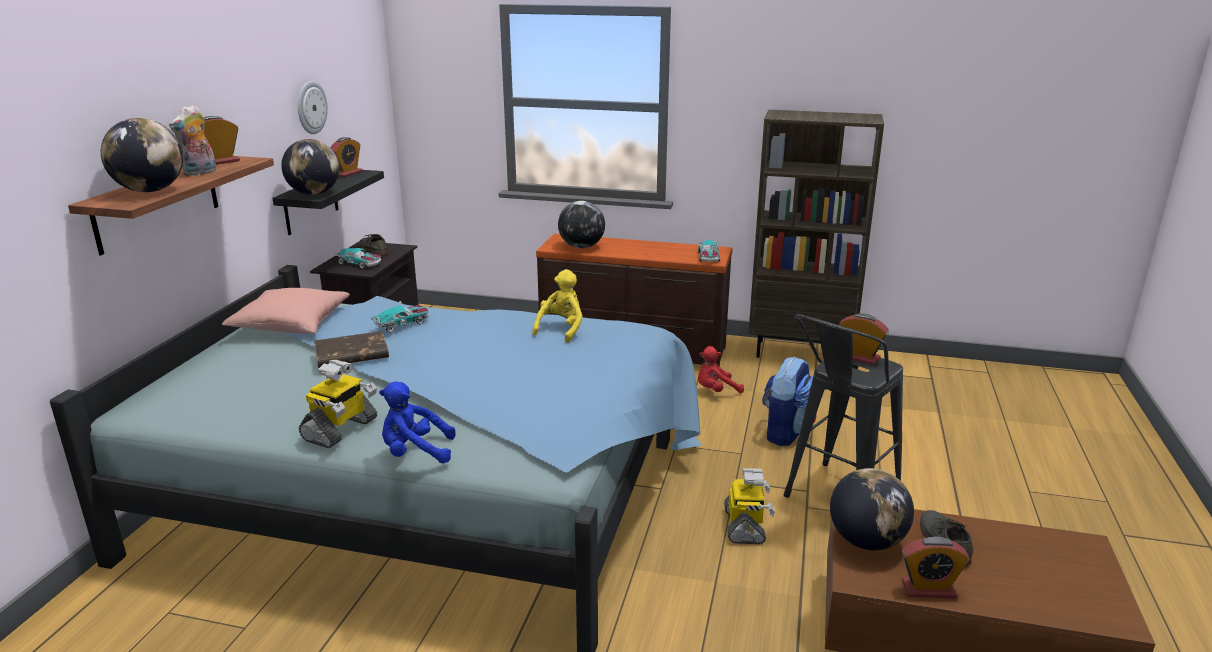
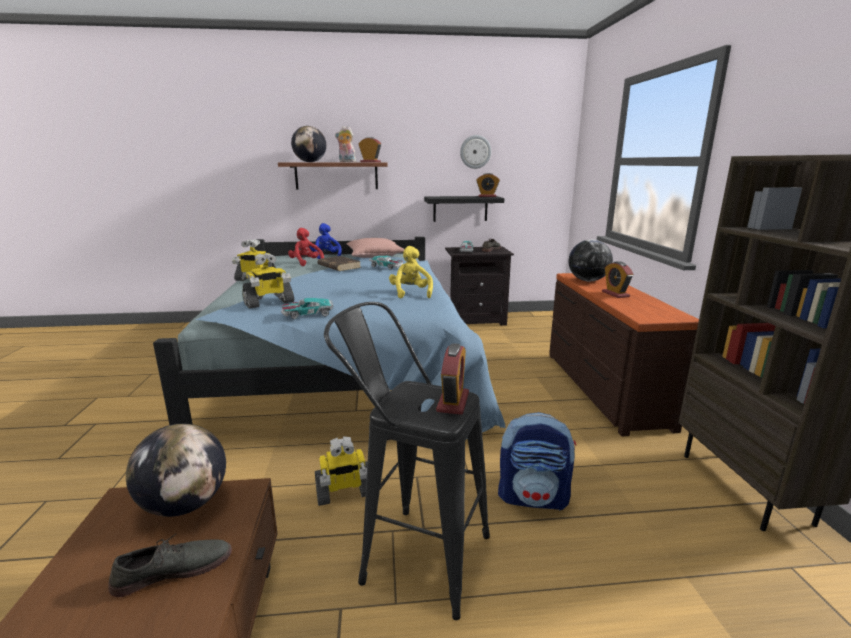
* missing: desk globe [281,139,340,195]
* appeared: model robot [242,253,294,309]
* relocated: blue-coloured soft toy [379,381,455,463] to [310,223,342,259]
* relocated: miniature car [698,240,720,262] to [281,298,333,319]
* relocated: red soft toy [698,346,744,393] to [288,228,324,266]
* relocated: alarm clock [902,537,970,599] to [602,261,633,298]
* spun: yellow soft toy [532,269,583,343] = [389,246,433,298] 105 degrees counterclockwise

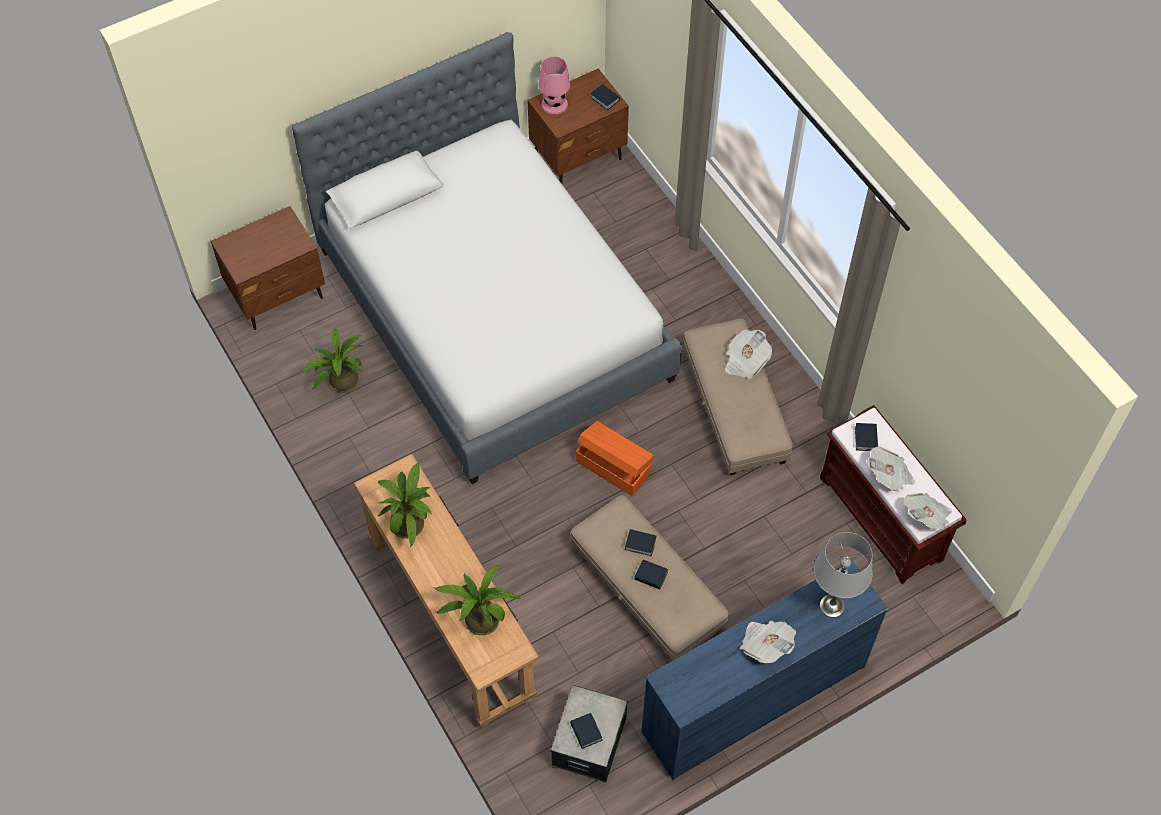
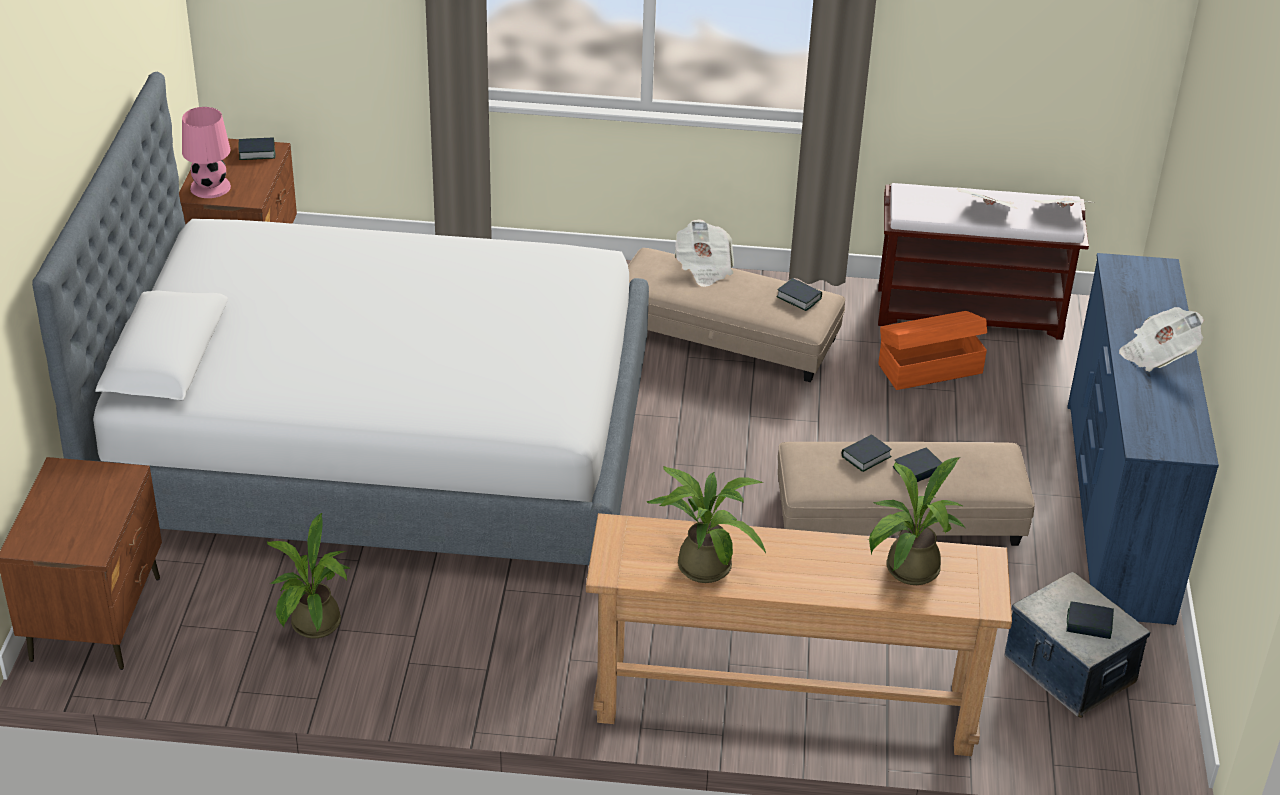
* missing: greyish lamp for a table [814,532,872,617]
* relocated: orange storage container [576,421,654,496] to [878,311,987,390]
* relocated: book [855,423,878,451] to [777,278,822,311]

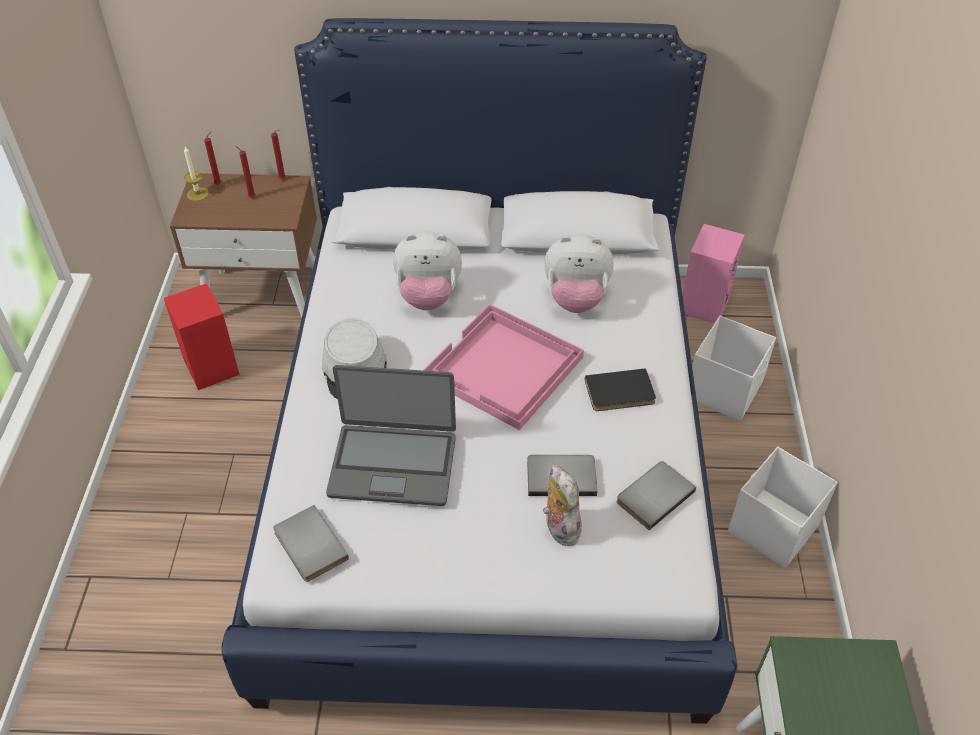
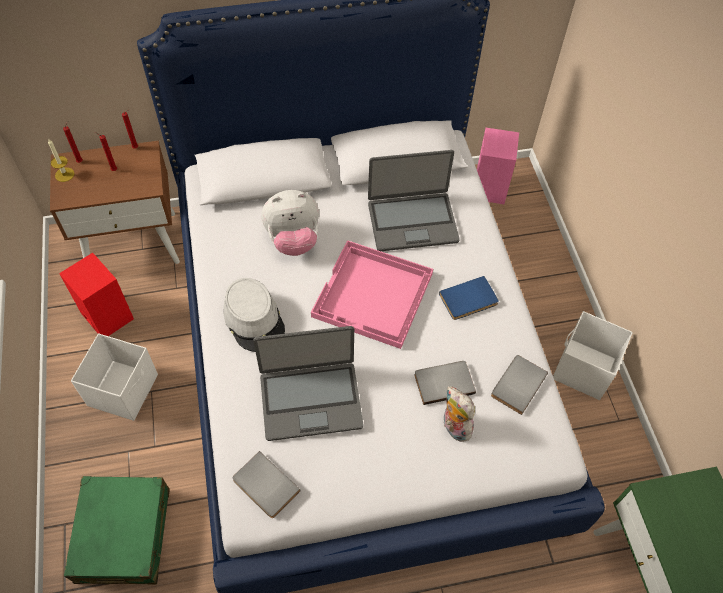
* appeared: greenish travel case [64,476,170,585]
* relocated: whitish storage container [692,316,776,421] to [71,333,158,421]
* exchanged: soft toy [544,234,613,313] to notebook computer [368,150,460,251]
* colour: black-coloured book [585,368,656,411] to blue-coloured book [439,276,499,320]

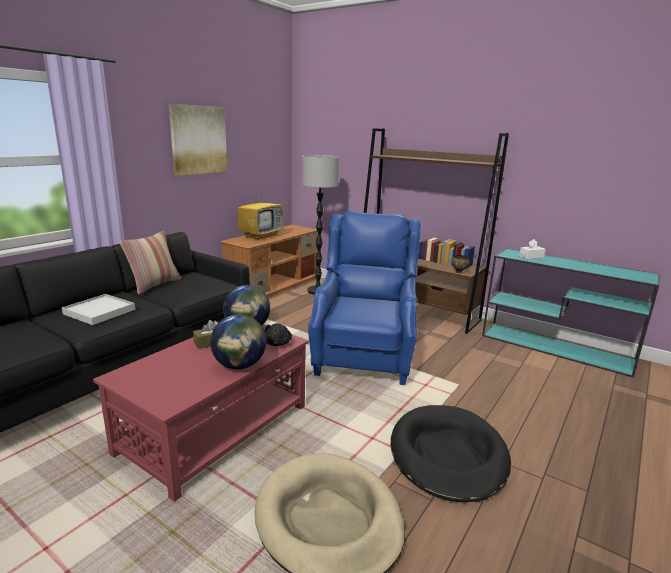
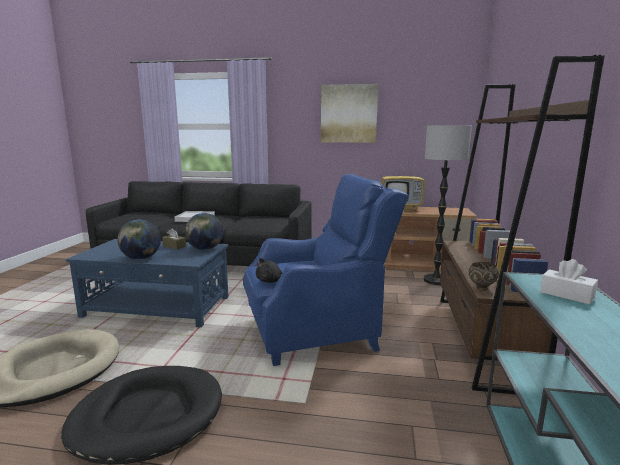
* missing: cushion [120,231,181,294]
* relocated: black-coloured soft toy [264,323,292,346] to [256,258,283,283]
* colour: red low table [93,324,309,502] to blue-coloured low table [66,239,228,327]

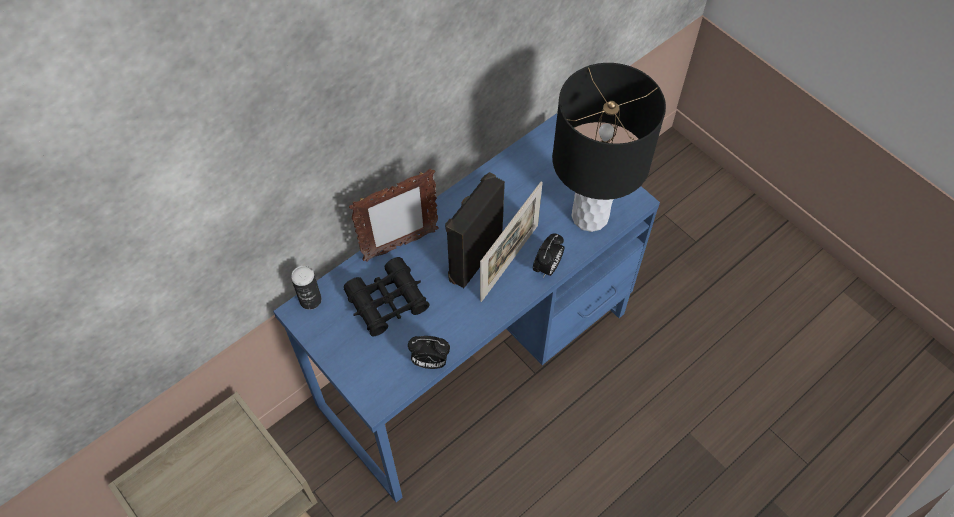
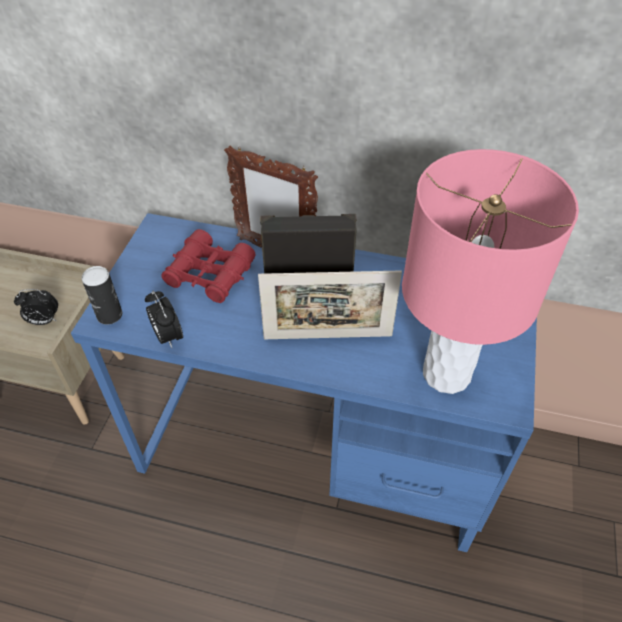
* relocated: metal can [291,266,322,310] to [81,266,122,325]
* relocated: alarm clock [533,234,564,278] to [14,289,58,325]
* colour: black-coloured binoculars [344,257,430,337] to red binoculars [161,229,255,303]
* colour: black-coloured lamp for a table [552,63,666,232] to pink lamp for a table [402,149,579,394]

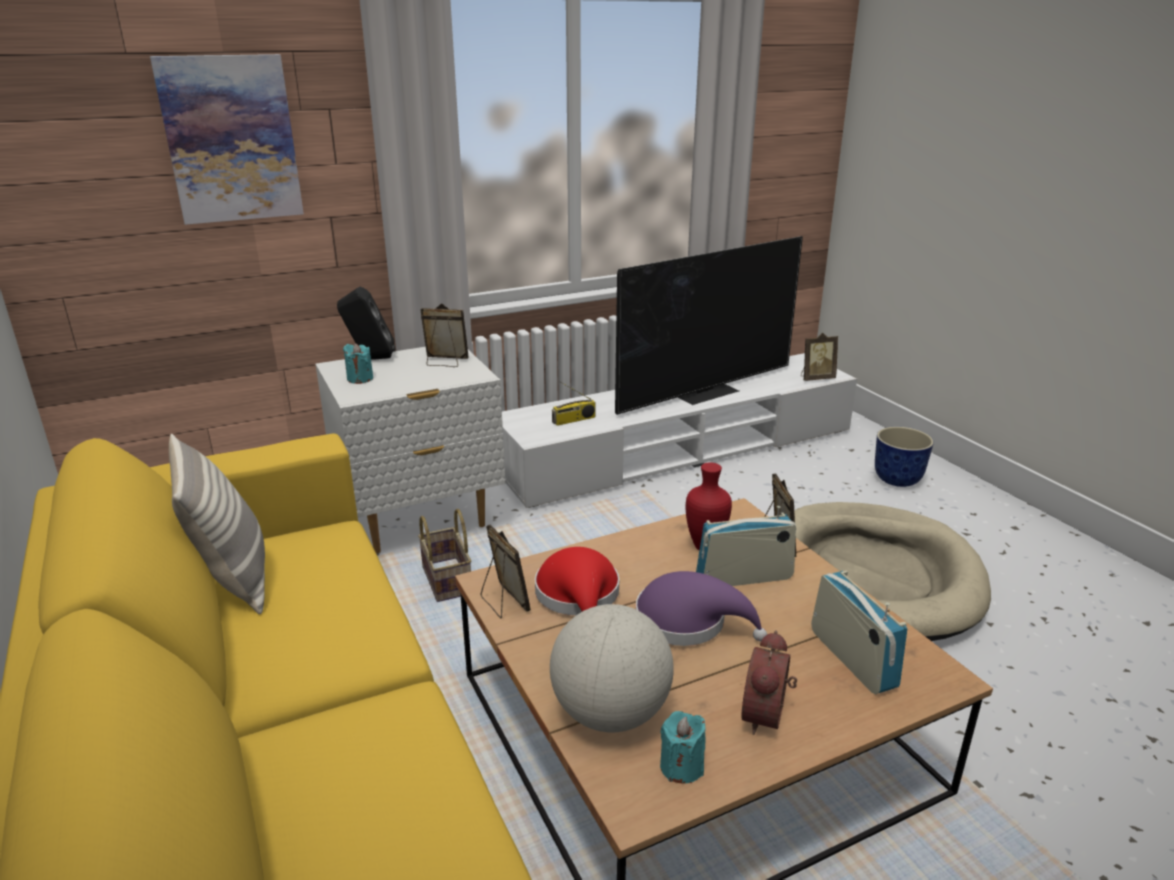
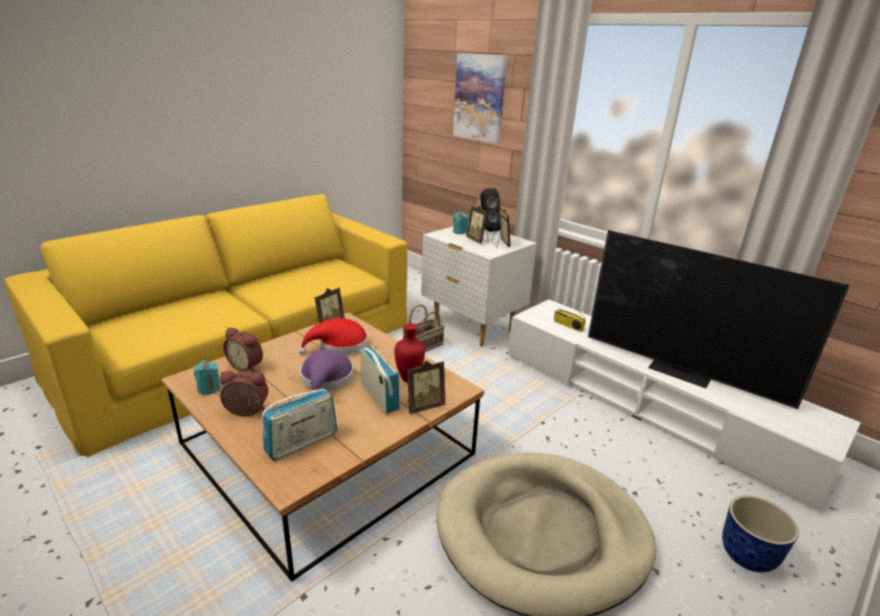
* missing: cushion [169,434,265,614]
* relocated: picture frame [801,333,838,381] to [466,205,489,244]
* exchanged: desk globe [550,604,674,732] to alarm clock [224,327,263,372]

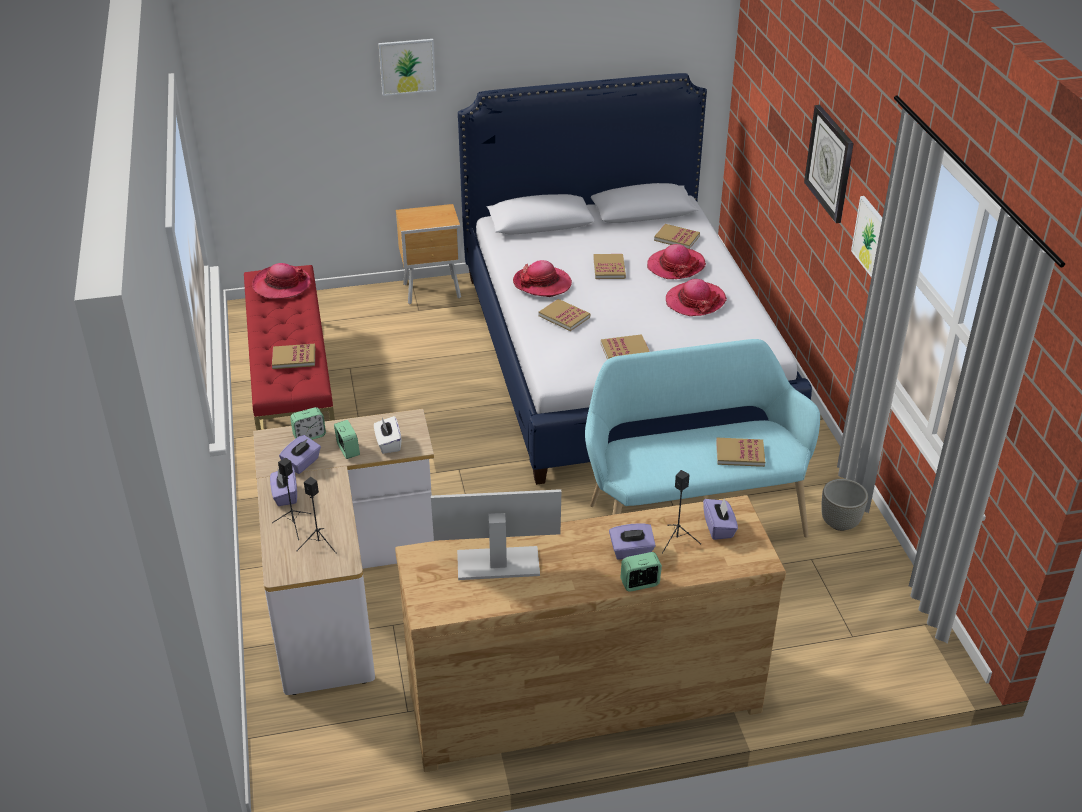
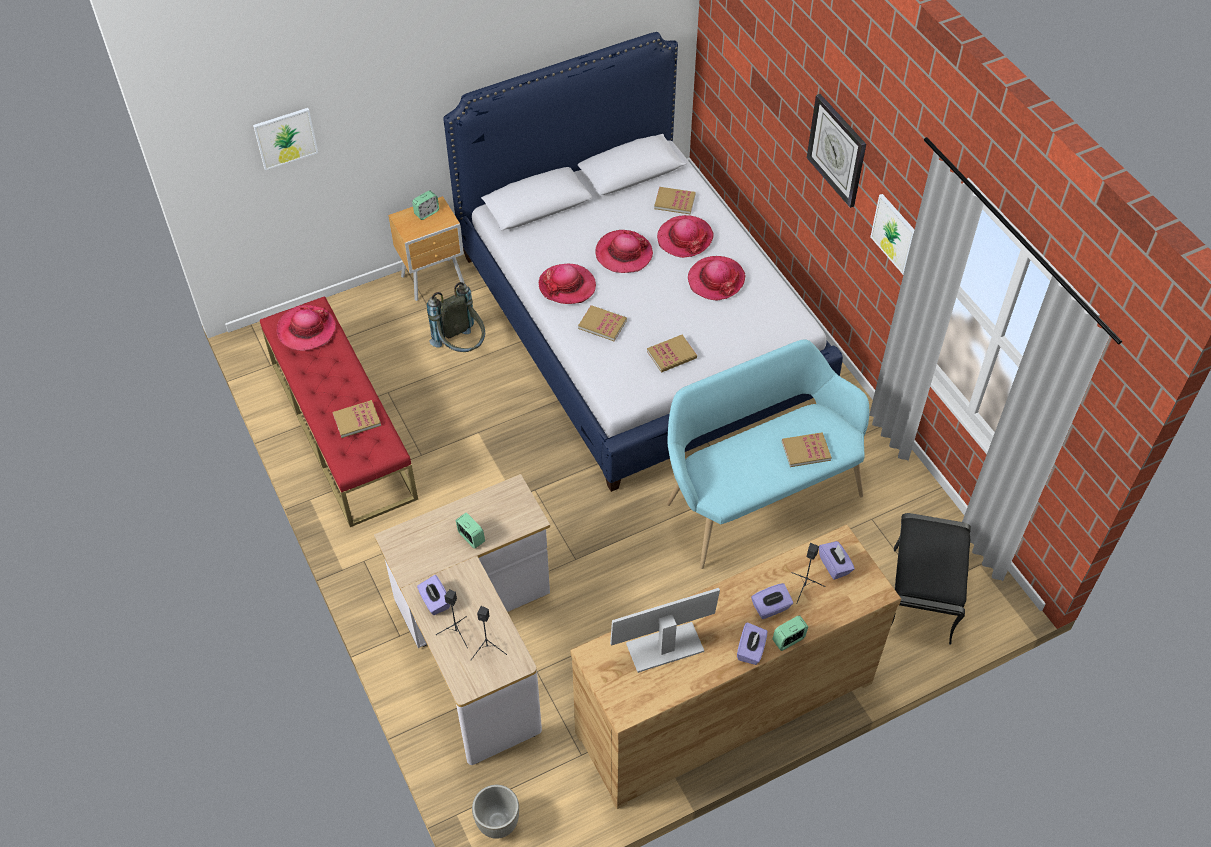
* missing: whitish tissue holder [374,416,401,454]
* appeared: greyish rucksack [427,282,485,352]
* appeared: black-coloured footrest [891,513,971,644]
* relocated: purplish tissue holder [279,435,321,474] to [737,622,768,665]
* relocated: alarm clock [290,407,326,440] to [412,190,439,220]
* relocated: wall art [378,39,436,96] to [253,108,318,170]
* relocated: greyish planter [821,479,868,531] to [472,785,519,839]
* exchanged: book [593,254,626,279] to clothing hat [595,230,653,273]

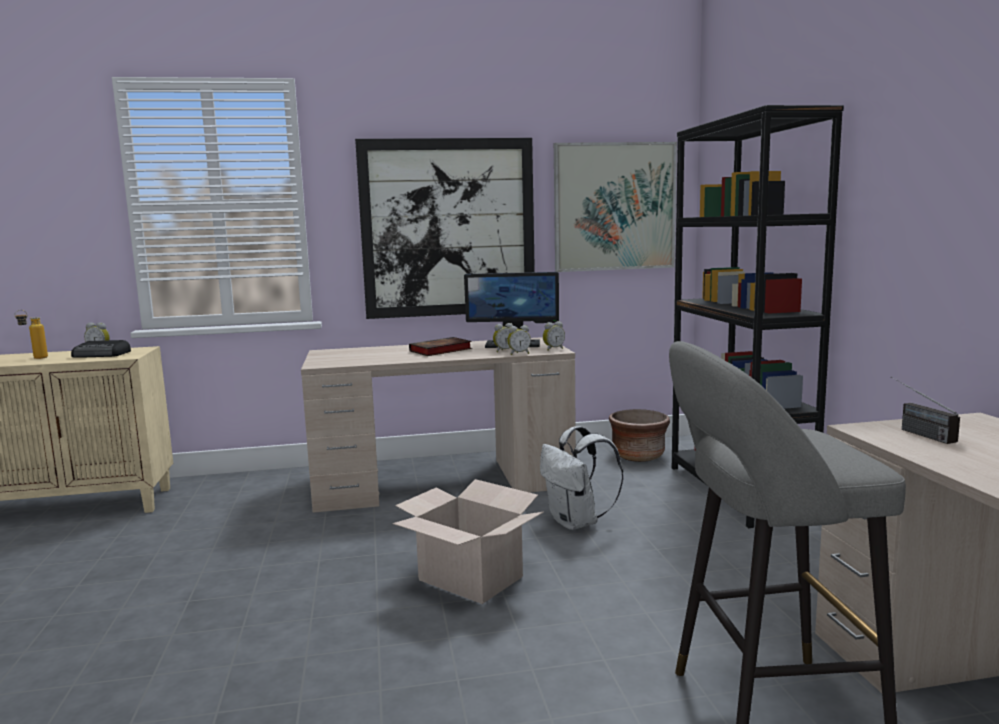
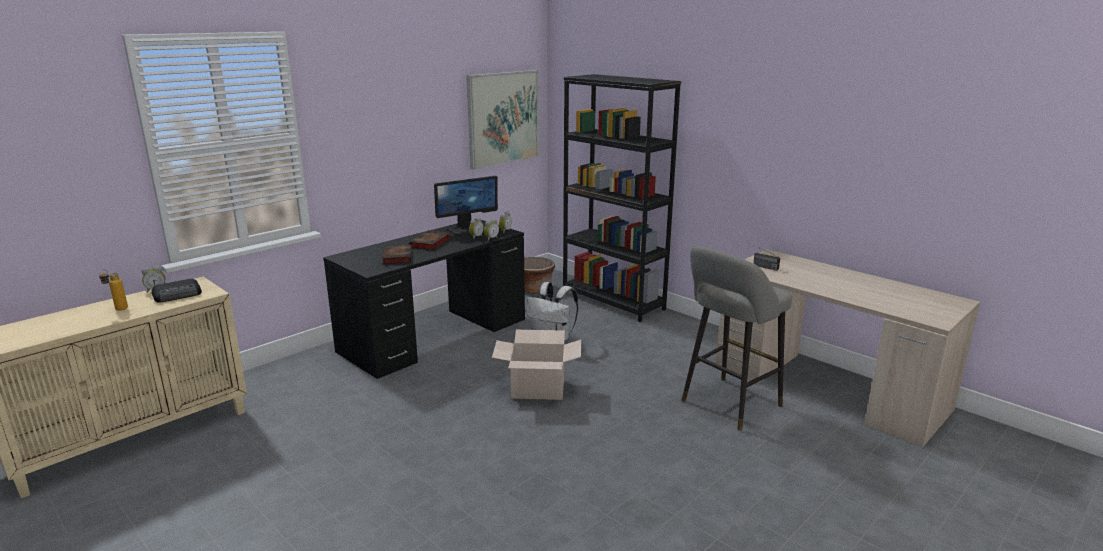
* missing: wall art [355,138,535,319]
* appeared: book [382,244,412,264]
* colour: beige desk table [301,337,576,513] to black-coloured desk table [323,219,525,379]

